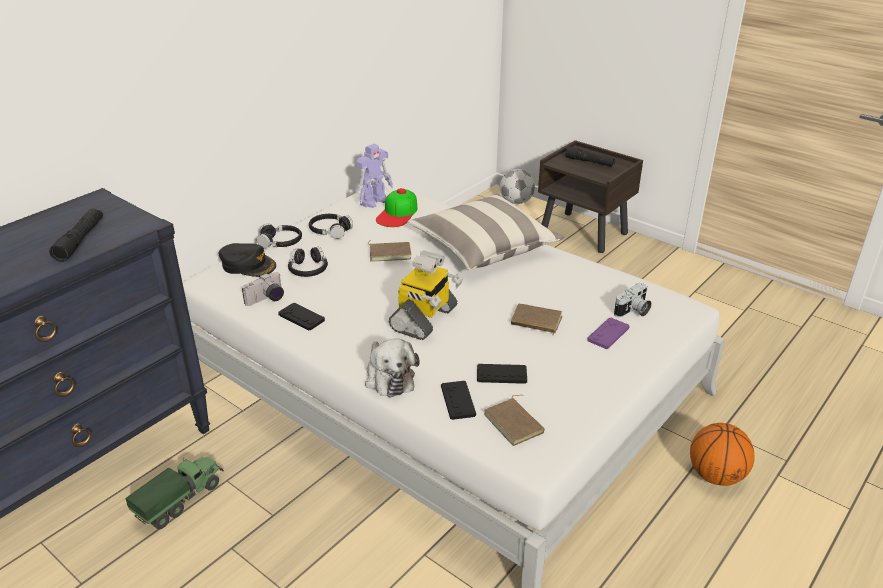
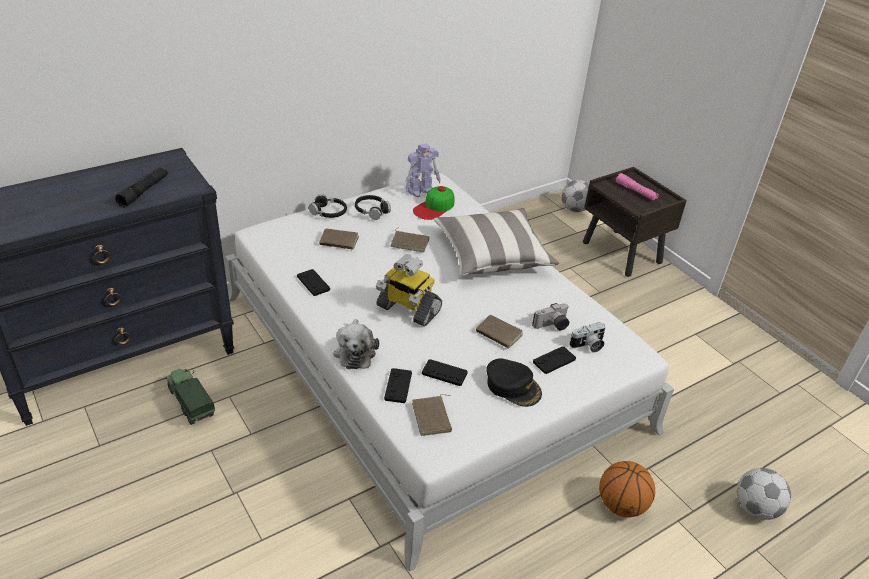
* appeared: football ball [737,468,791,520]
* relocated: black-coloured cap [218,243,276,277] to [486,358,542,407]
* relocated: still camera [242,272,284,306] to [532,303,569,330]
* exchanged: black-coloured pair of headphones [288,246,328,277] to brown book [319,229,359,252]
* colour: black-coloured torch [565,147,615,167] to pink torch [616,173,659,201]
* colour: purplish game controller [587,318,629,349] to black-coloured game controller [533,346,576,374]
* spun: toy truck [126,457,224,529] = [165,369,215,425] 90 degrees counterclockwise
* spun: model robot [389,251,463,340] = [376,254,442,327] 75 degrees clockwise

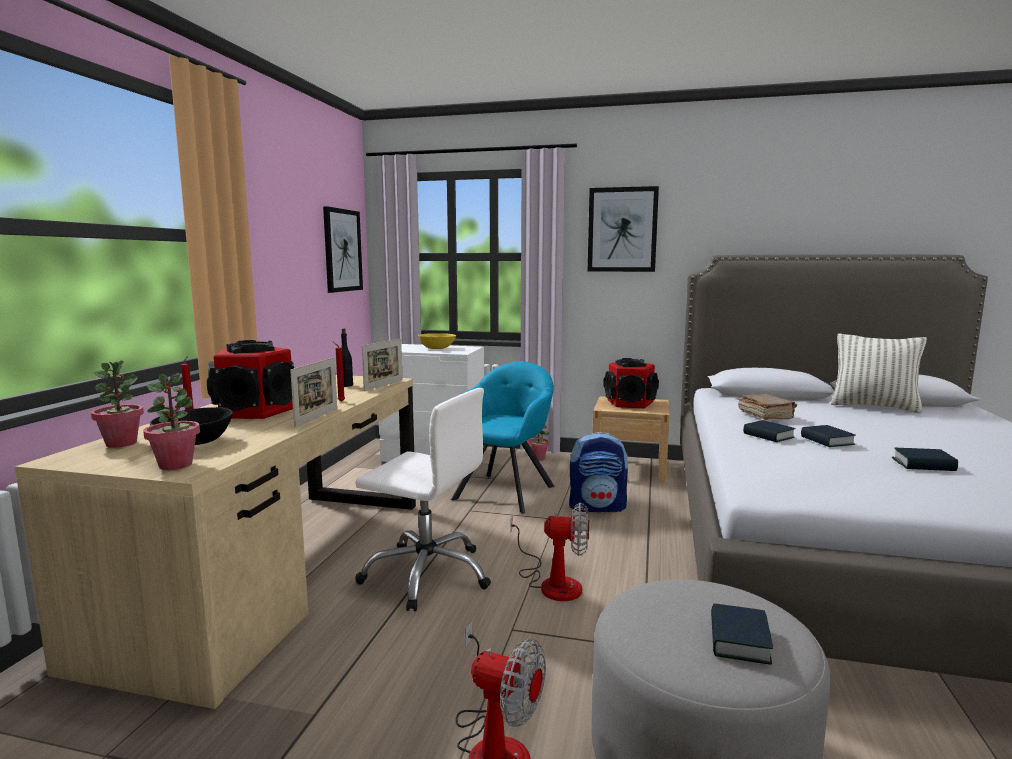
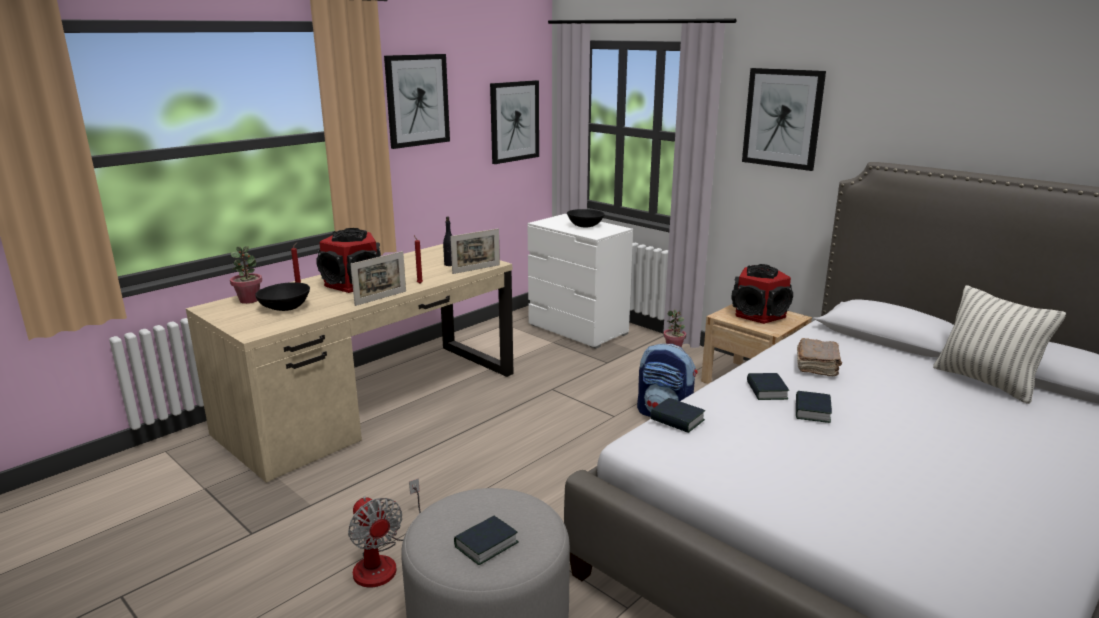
* missing: houseplant [143,373,200,470]
* missing: whitish office chair [355,388,491,611]
* missing: turquoise lounge chair [451,361,555,514]
* missing: fan [511,502,589,601]
* appeared: wall art [384,54,450,149]
* relocated: book [892,448,958,471] to [651,398,705,433]
* colour: yellow serving bowl [418,333,456,349] to black-coloured serving bowl [567,209,605,228]

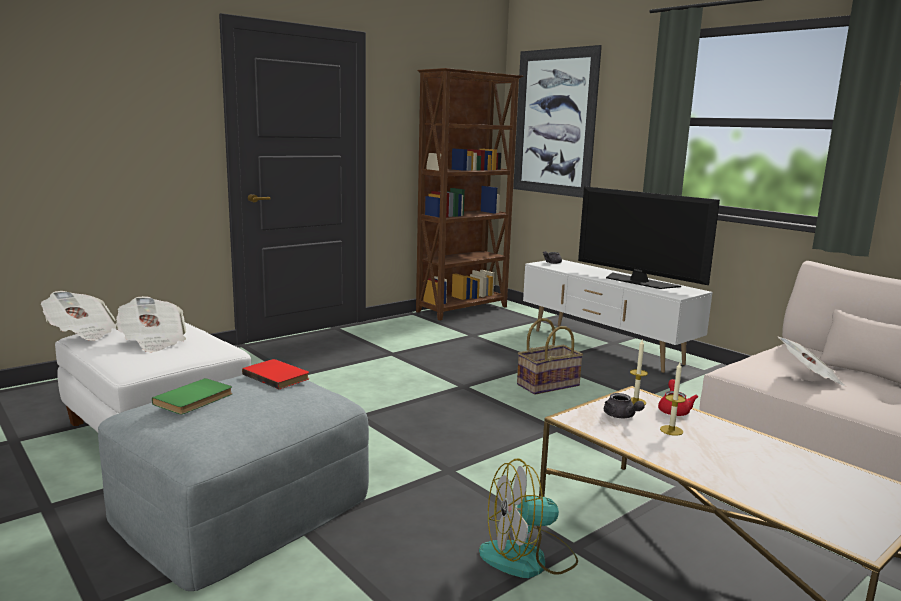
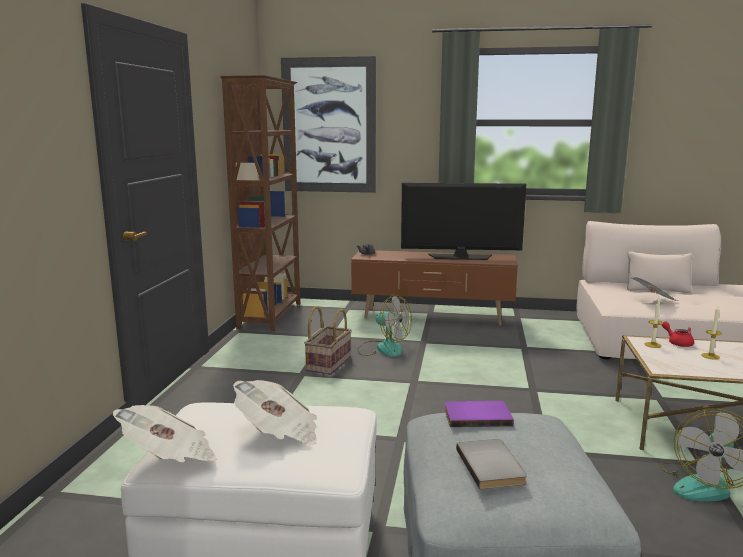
* missing: greyish teapot [604,393,645,418]
* appeared: fan [358,295,412,357]
* relocated: storage basket [517,318,583,395] to [304,306,351,375]
* colour: greenish book [152,378,232,414] to greyish book [456,439,527,489]
* colour: red book [242,359,309,389] to purplish book [444,401,514,427]
* colour: whitish tv stand [523,260,713,373] to brown tv stand [351,250,518,326]

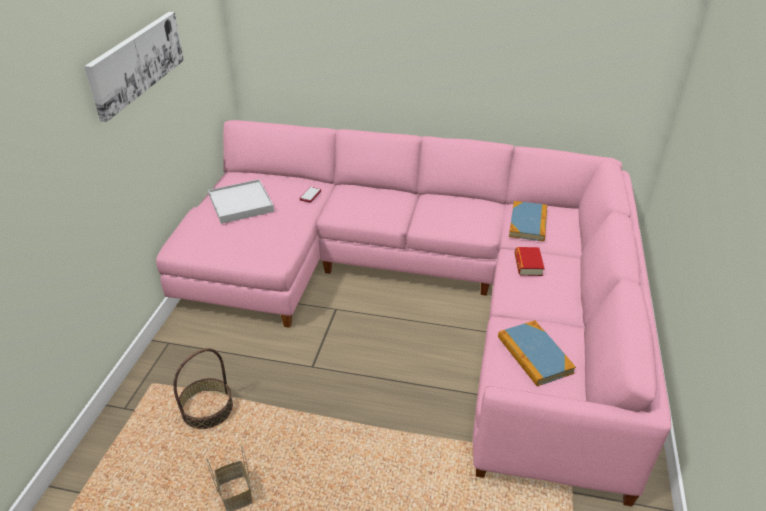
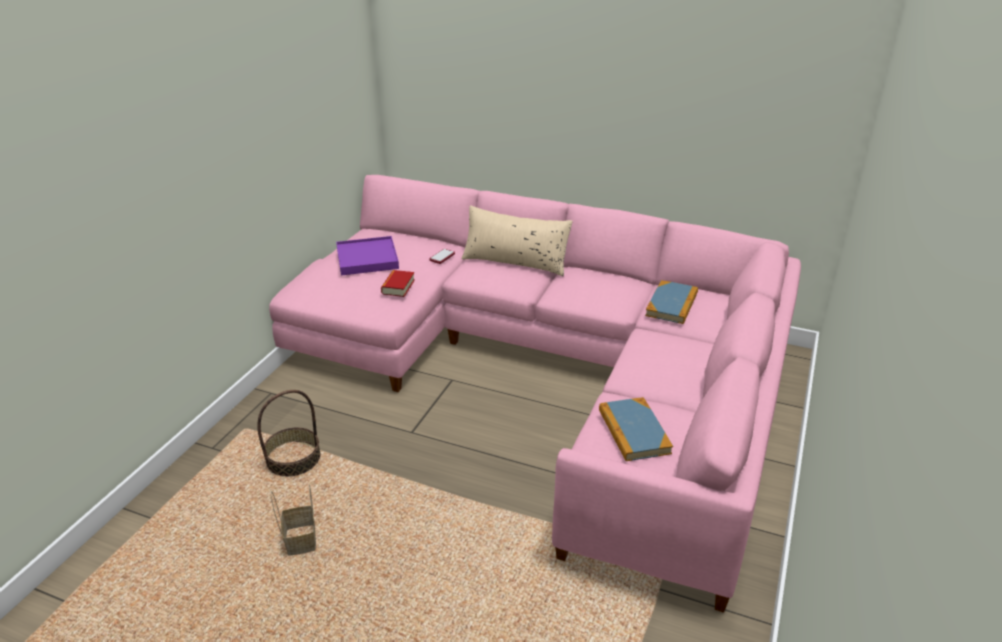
* missing: wall art [84,12,184,122]
* appeared: beige cushion [461,205,573,276]
* relocated: book [515,247,545,276] to [381,270,415,297]
* colour: whitish tray [208,179,274,224] to purplish tray [336,236,399,276]

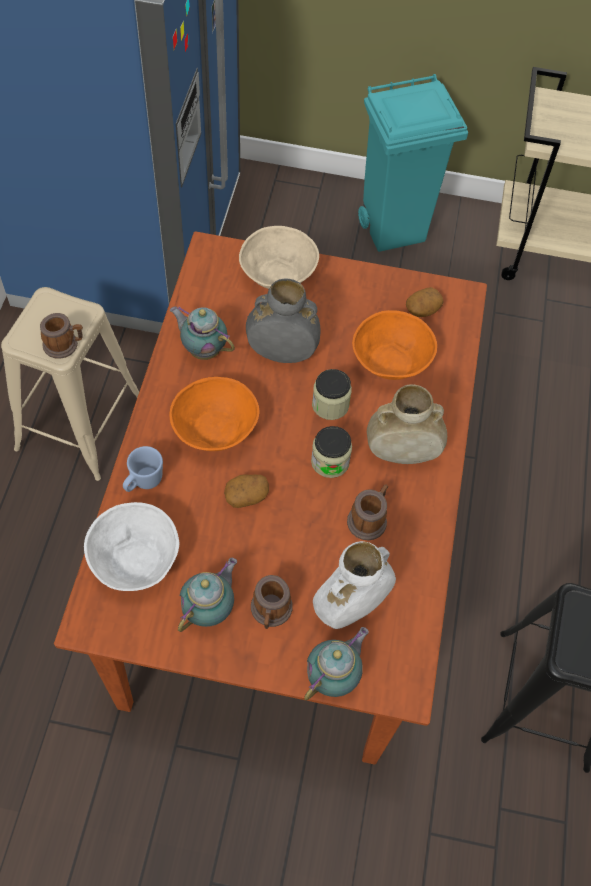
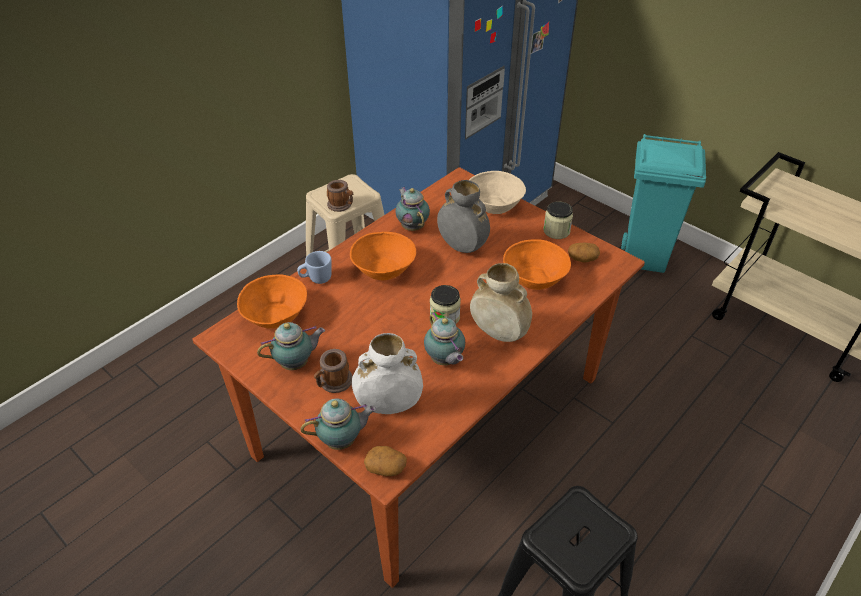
* relocated: potato [224,474,269,508] to [364,446,407,476]
* relocated: storage jar [312,369,352,420] to [543,202,573,239]
* exchanged: mug [347,484,388,540] to teapot [424,312,465,365]
* colour: whitish serving bowl [84,502,179,591] to orange serving bowl [237,274,307,328]

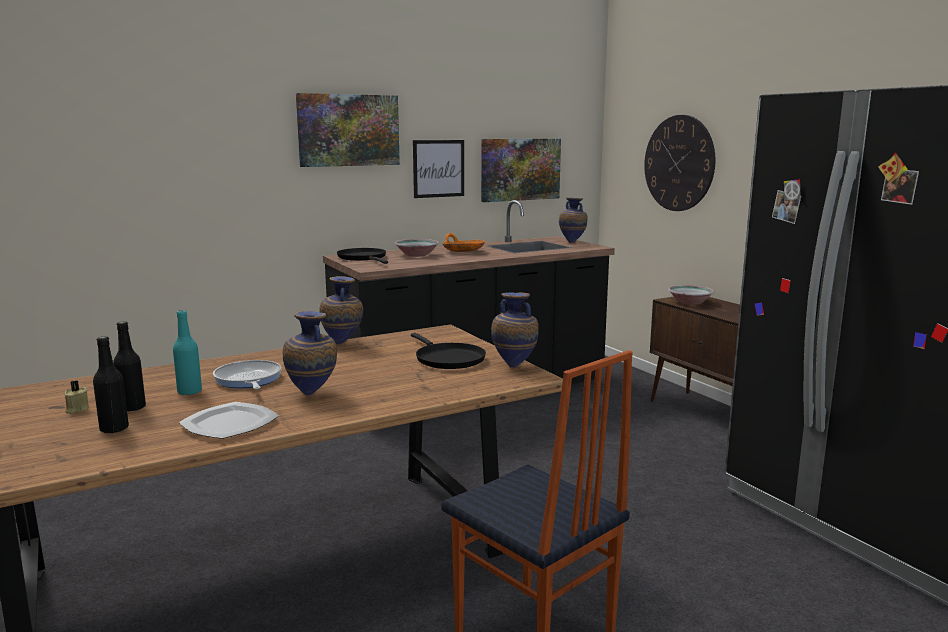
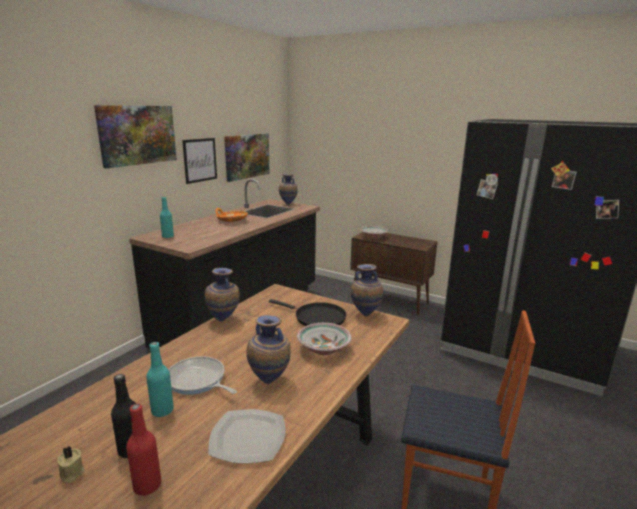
* missing: wall clock [644,115,715,211]
* relocated: serving bowl [395,239,439,257] to [297,323,351,355]
* exchanged: black-coloured frying pan [337,248,388,264] to turquoise bottle [160,197,174,238]
* colour: black-coloured bottle [93,336,129,433] to red bottle [126,404,161,496]

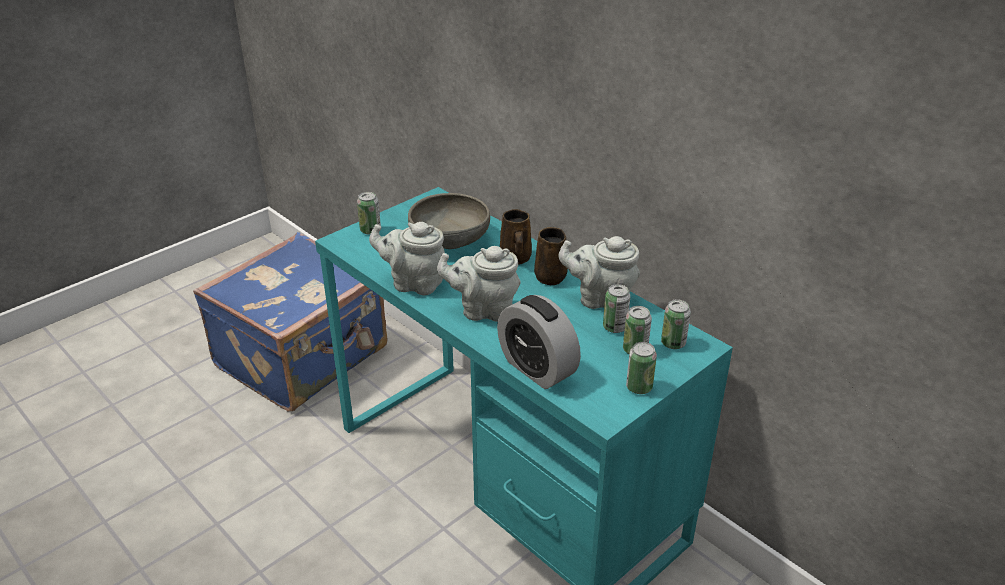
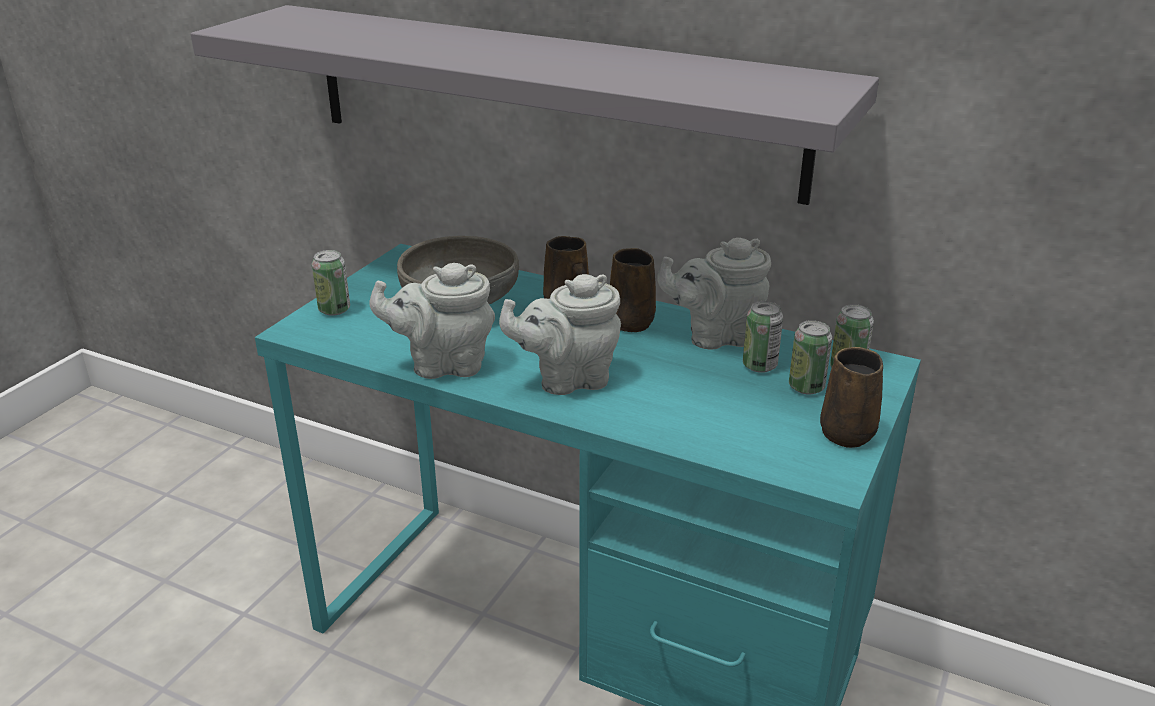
* missing: blue-coloured travel case [193,232,388,411]
* missing: alarm clock [497,295,581,389]
* appeared: greyish bracket shelf [191,5,879,205]
* exchanged: metal can [626,342,657,394] to brown mug [820,347,883,448]

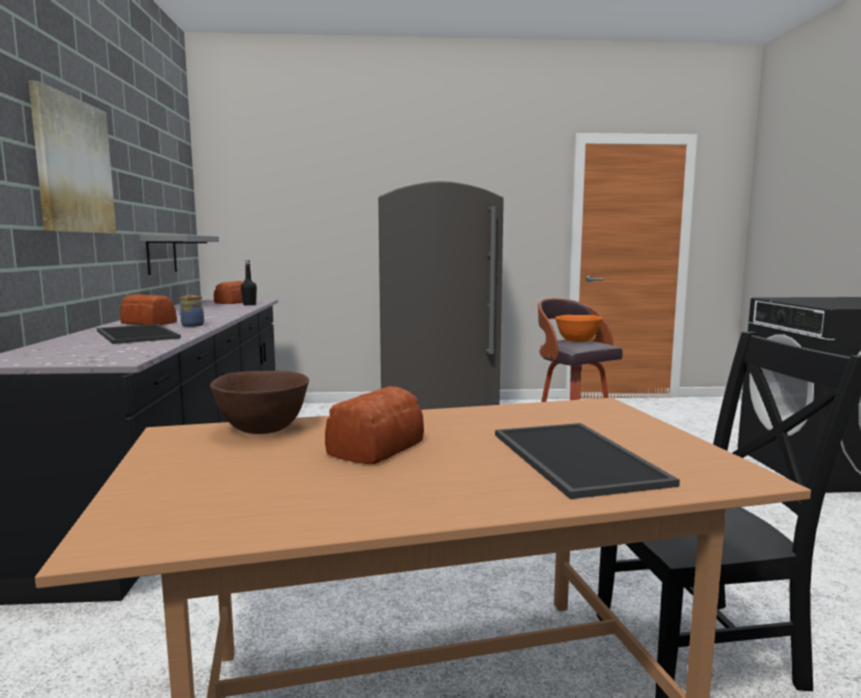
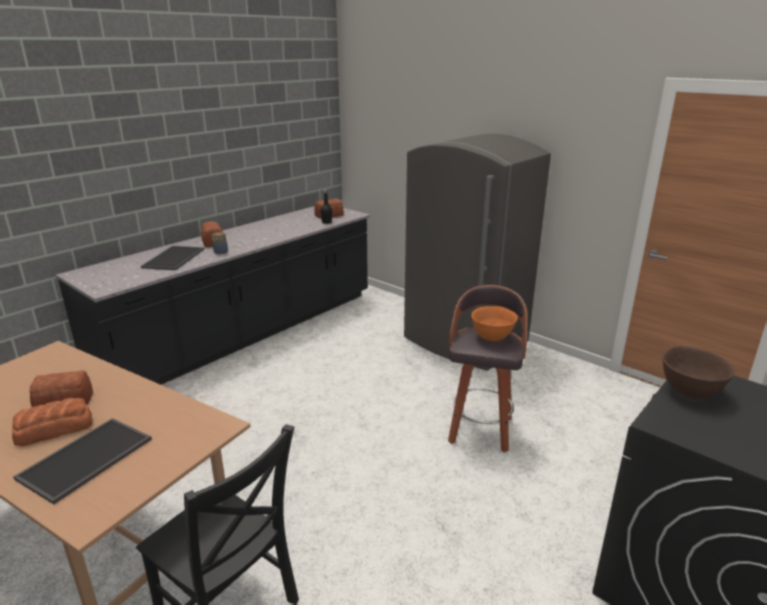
* missing: wall art [29,81,117,234]
* missing: greyish bracket shelf [139,235,219,275]
* appeared: bread [12,398,92,446]
* relocated: brown serving bowl [210,371,309,434] to [662,346,735,399]

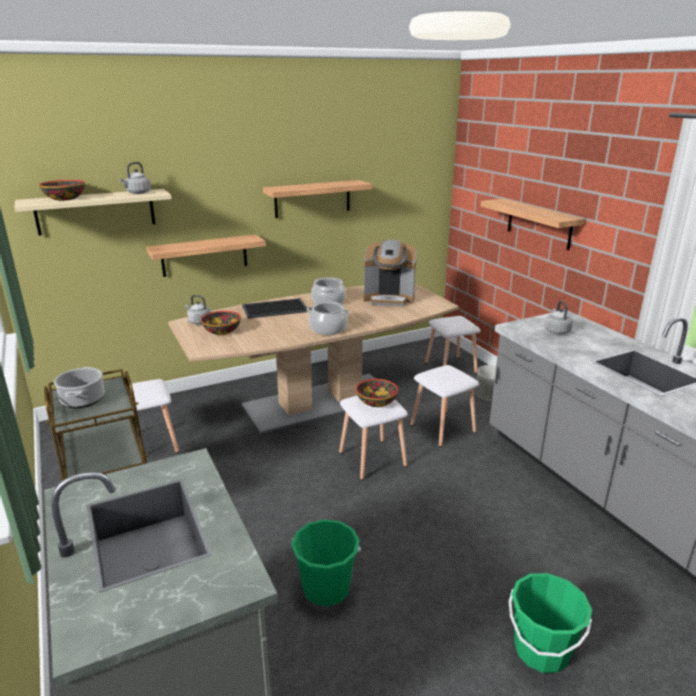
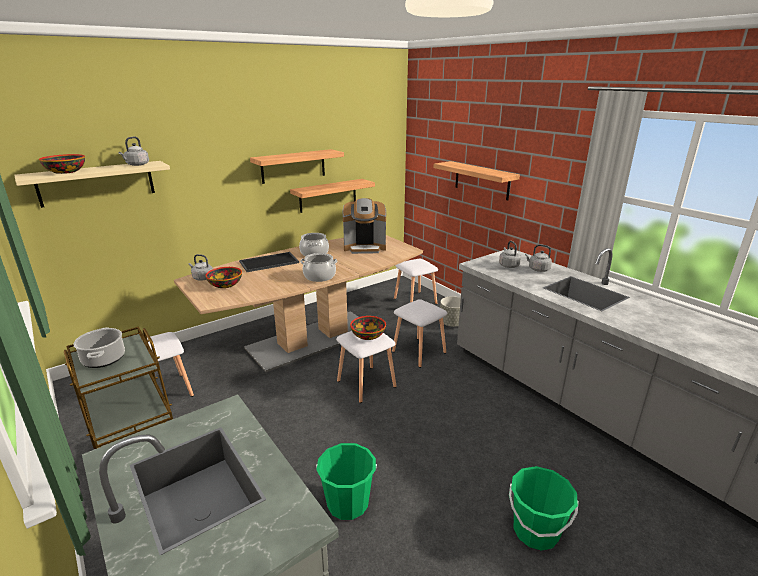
* appeared: greyish kettle [525,244,552,272]
* relocated: bracket shelf [146,234,266,277] to [290,179,375,213]

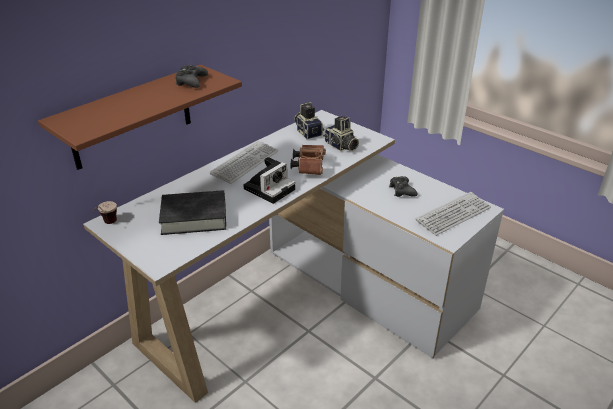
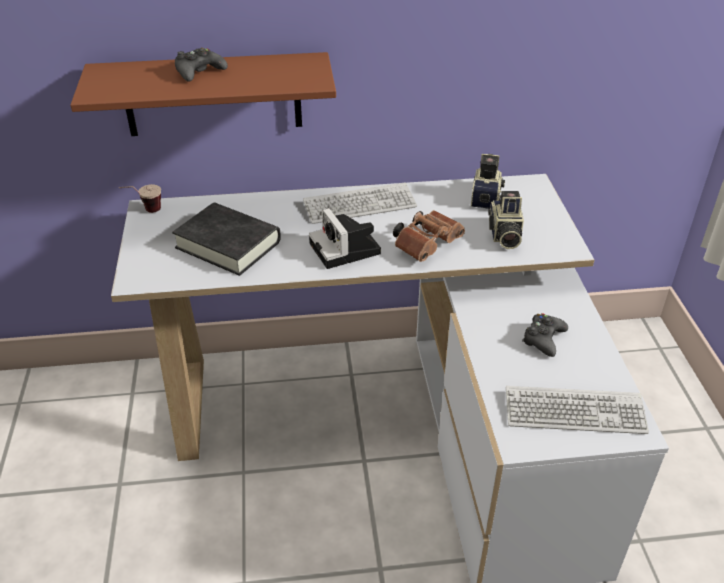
* relocated: black-coloured game controller [175,65,208,88] to [175,48,228,82]
* spun: still camera [243,157,295,204] = [309,208,381,269] 75 degrees clockwise

